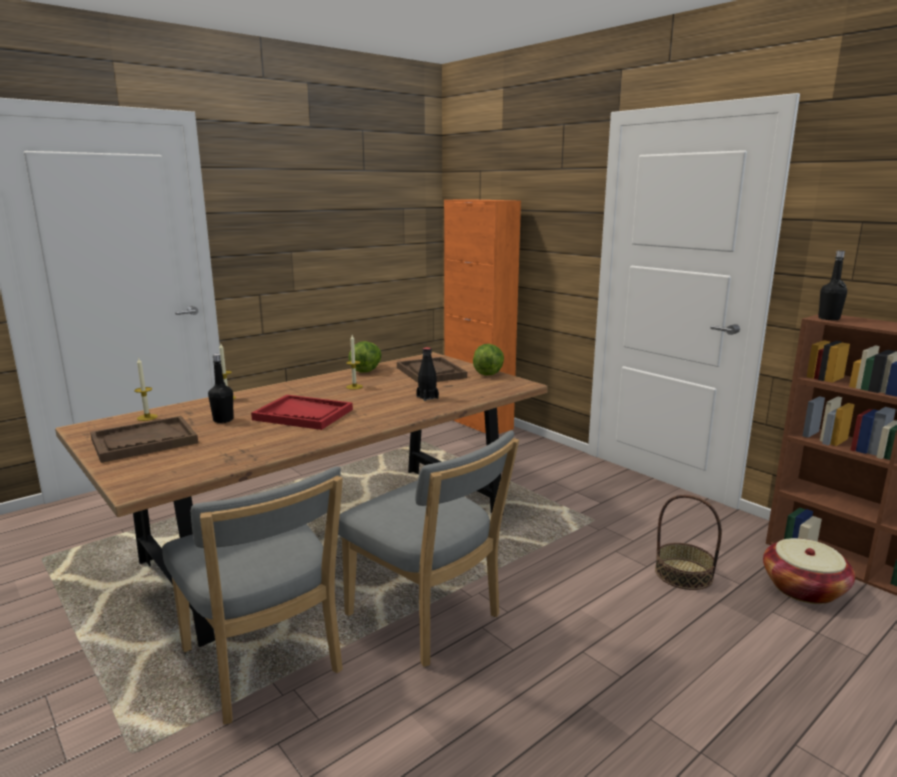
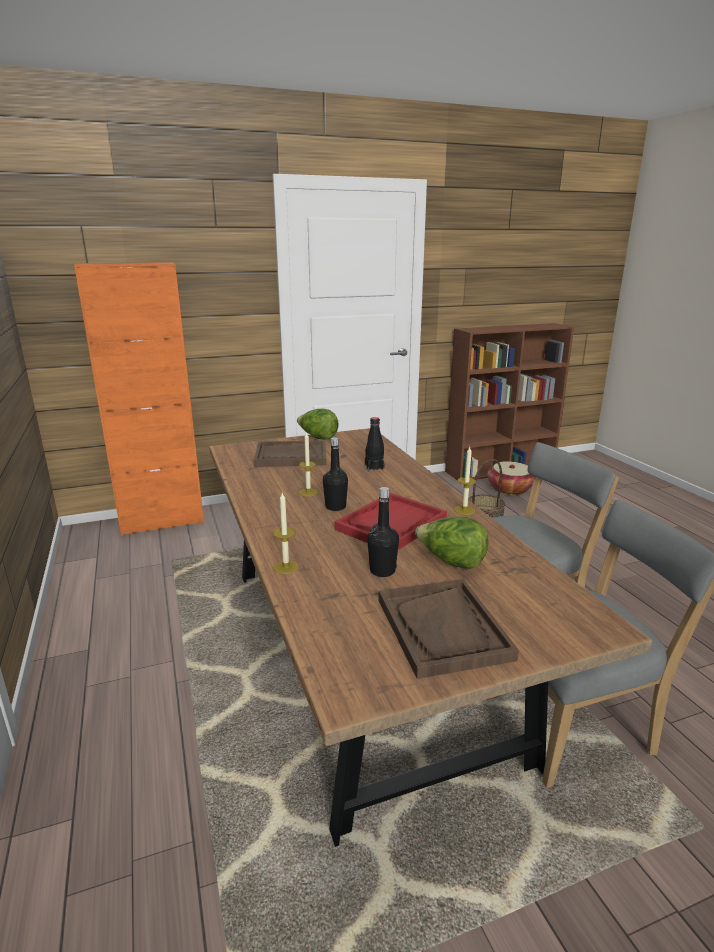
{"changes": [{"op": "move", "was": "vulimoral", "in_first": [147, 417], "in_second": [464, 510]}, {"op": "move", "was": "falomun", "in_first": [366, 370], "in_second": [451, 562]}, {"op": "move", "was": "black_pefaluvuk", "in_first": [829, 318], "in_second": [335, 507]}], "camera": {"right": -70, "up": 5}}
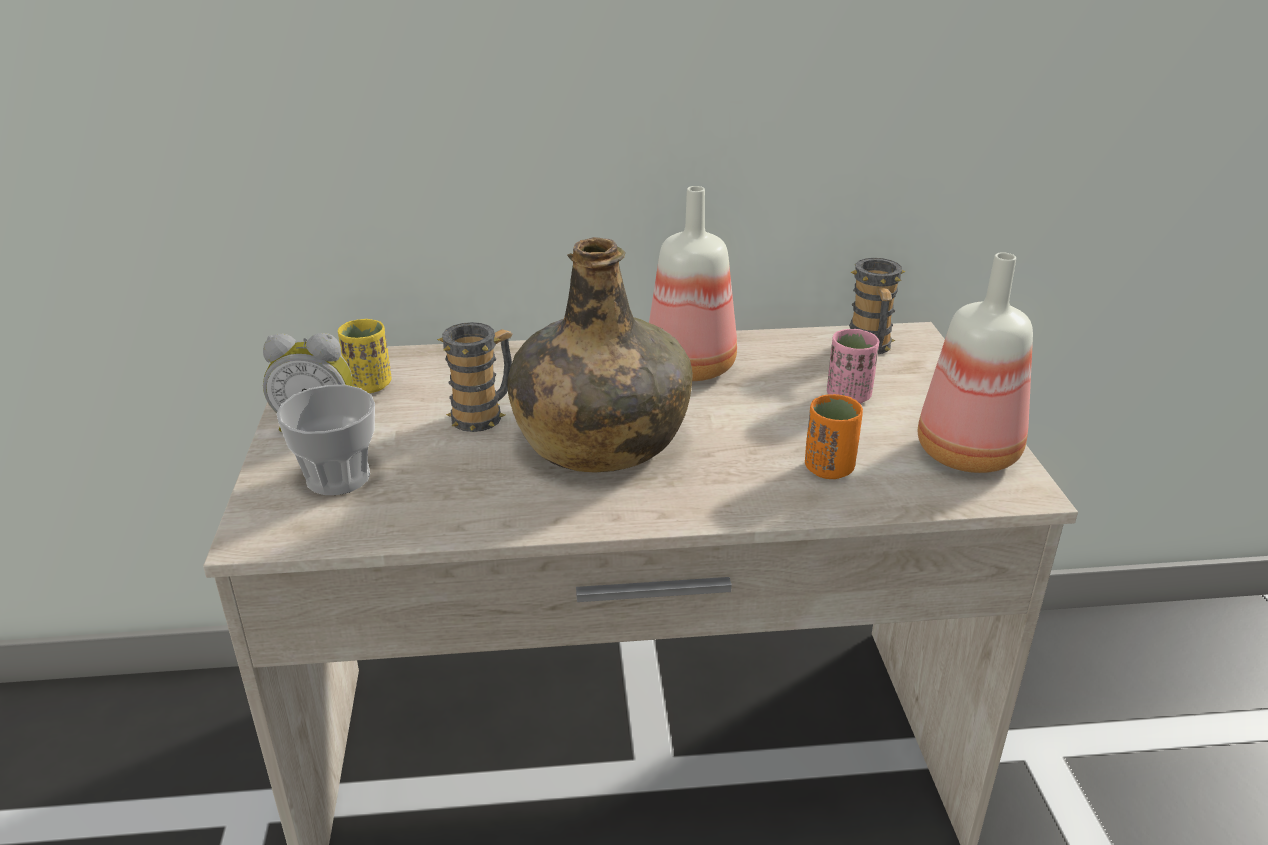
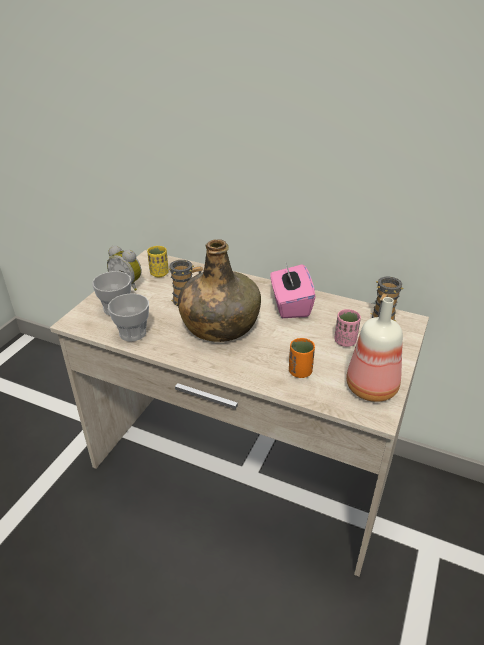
{"changes": [{"op": "insert", "now": "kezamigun", "in_second": [132, 333]}, {"op": "replace", "was": "pefaluvuk", "now": "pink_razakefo", "in_first": [693, 367], "in_second": [290, 305]}], "camera": {"right": 30, "up": 5}}
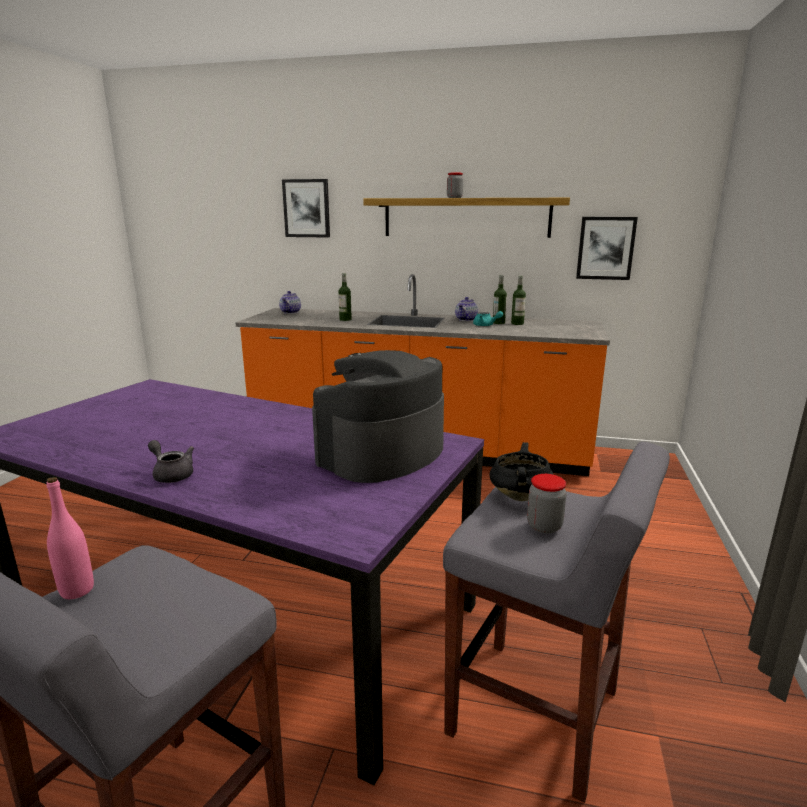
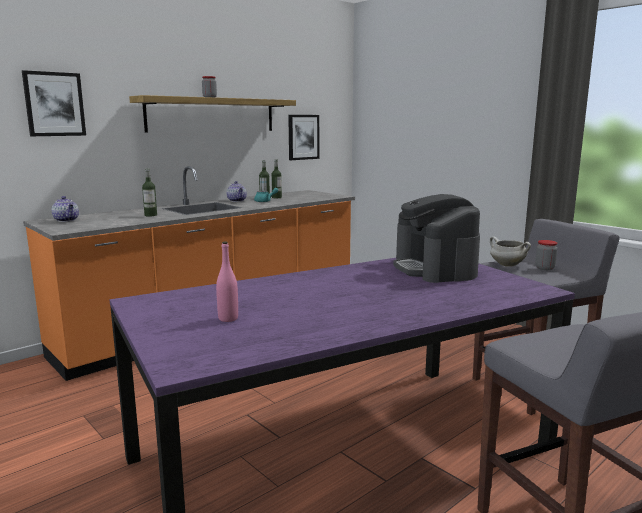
{"changes": [{"op": "delete", "was": "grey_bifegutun", "in_first": [171, 474]}, {"op": "move", "was": "pink_pefaluvuk", "in_first": [77, 590], "in_second": [228, 318]}, {"op": "recolor", "was": "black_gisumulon", "now": "white_gisumulon", "in_first": [519, 496], "in_second": [506, 265]}], "camera": {"right": -55, "up": -5}}
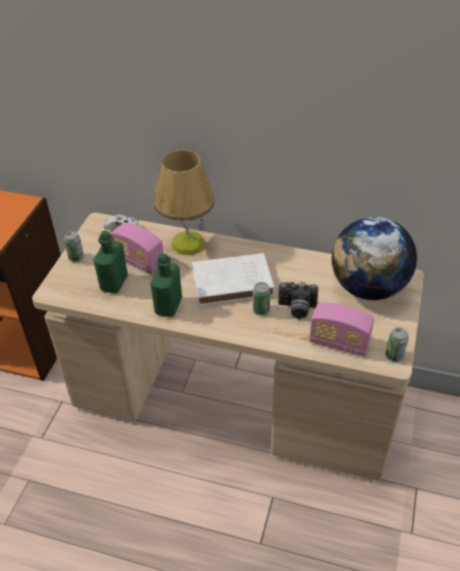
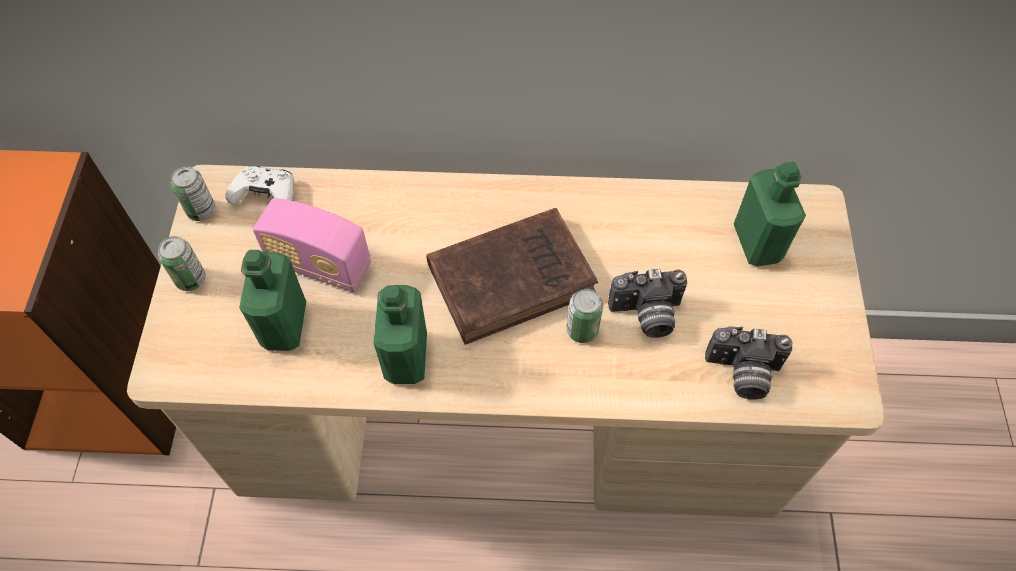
{"changes": [{"op": "delete", "was": "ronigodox", "in_first": [187, 243]}, {"op": "move", "was": "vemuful", "in_first": [394, 356], "in_second": [201, 210]}, {"op": "replace", "was": "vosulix", "now": "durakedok", "in_first": [339, 343], "in_second": [742, 374]}, {"op": "replace", "was": "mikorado", "now": "green_pefaluvuk", "in_first": [367, 288], "in_second": [757, 243]}, {"op": "recolor", "was": "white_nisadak", "now": "brown_nisadak", "in_first": [234, 282], "in_second": [515, 278]}], "camera": {"right": -15, "up": 15}}
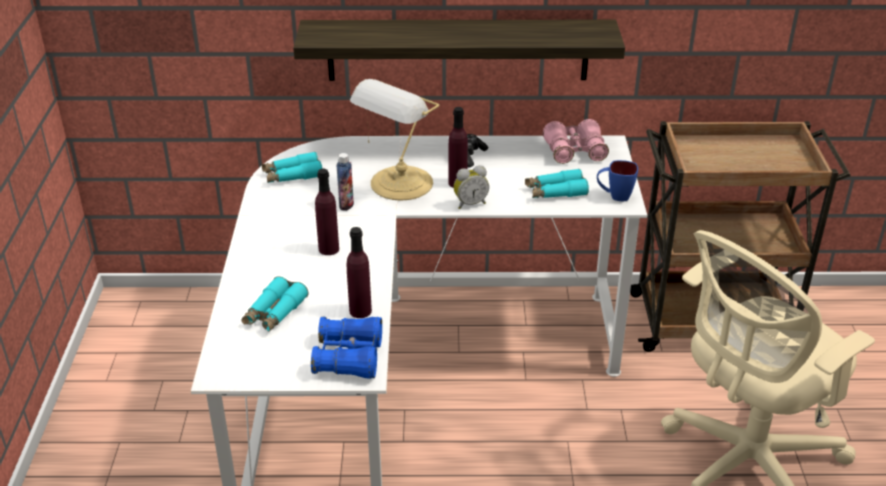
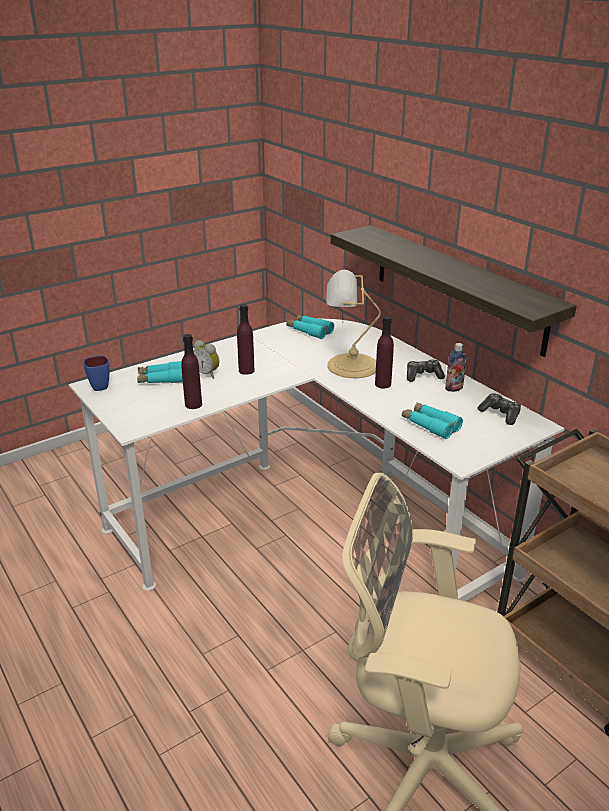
{"changes": [{"op": "delete", "was": "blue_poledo", "in_first": [349, 357]}, {"op": "move", "was": "pefaluvuk", "in_first": [346, 205], "in_second": [454, 388]}, {"op": "move", "was": "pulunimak", "in_first": [470, 203], "in_second": [207, 374]}, {"op": "move", "was": "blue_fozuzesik", "in_first": [614, 196], "in_second": [99, 385]}, {"op": "replace", "was": "pink_poledo", "now": "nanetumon", "in_first": [575, 151], "in_second": [500, 414]}], "camera": {"right": 55, "up": -5}}
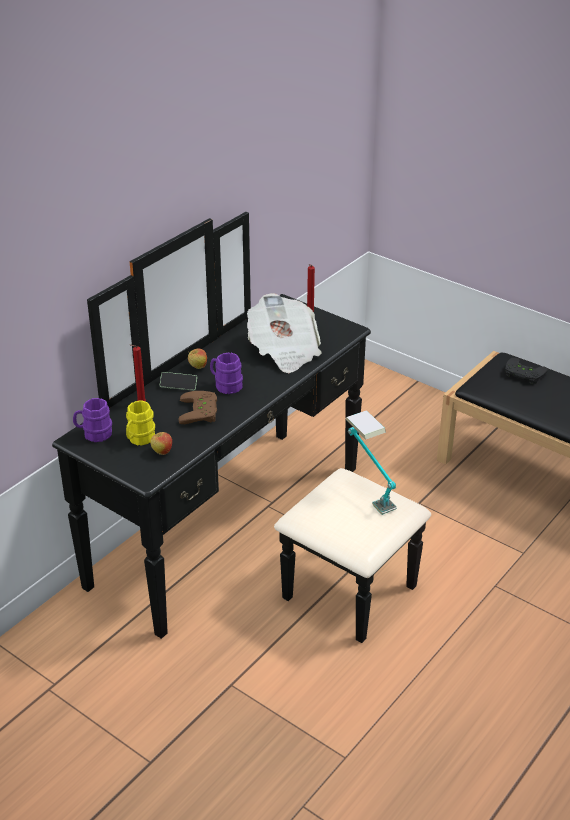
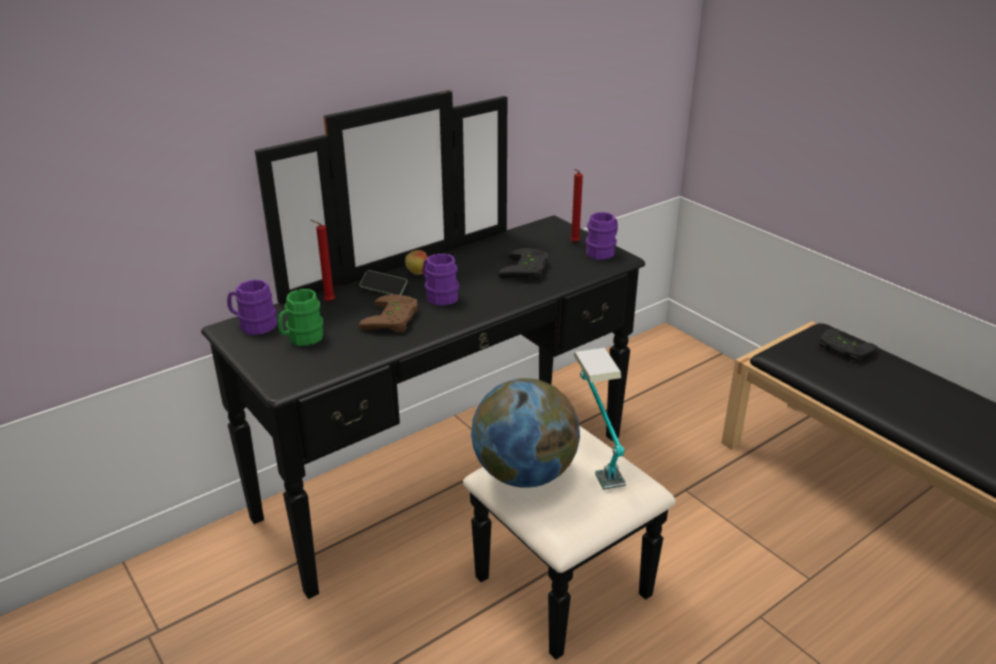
{"changes": [{"op": "delete", "was": "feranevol", "in_first": [162, 452]}, {"op": "insert", "now": "mikorado", "in_second": [524, 474]}, {"op": "insert", "now": "purple_fozuzesik", "in_second": [603, 251]}, {"op": "replace", "was": "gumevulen", "now": "black_nanetumon", "in_first": [284, 351], "in_second": [528, 270]}, {"op": "recolor", "was": "yellow_fozuzesik", "now": "green_fozuzesik", "in_first": [139, 439], "in_second": [302, 338]}], "camera": {"right": 15, "up": -5}}
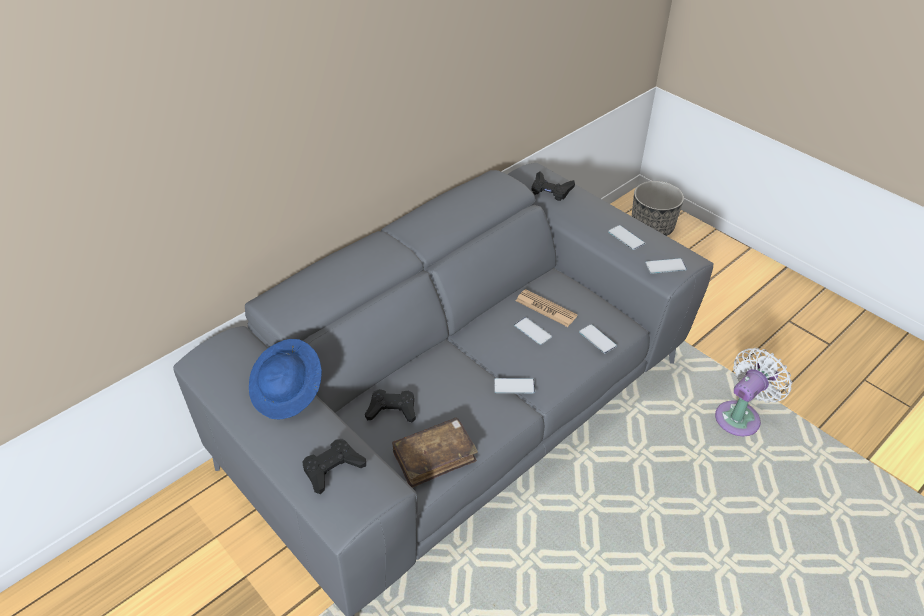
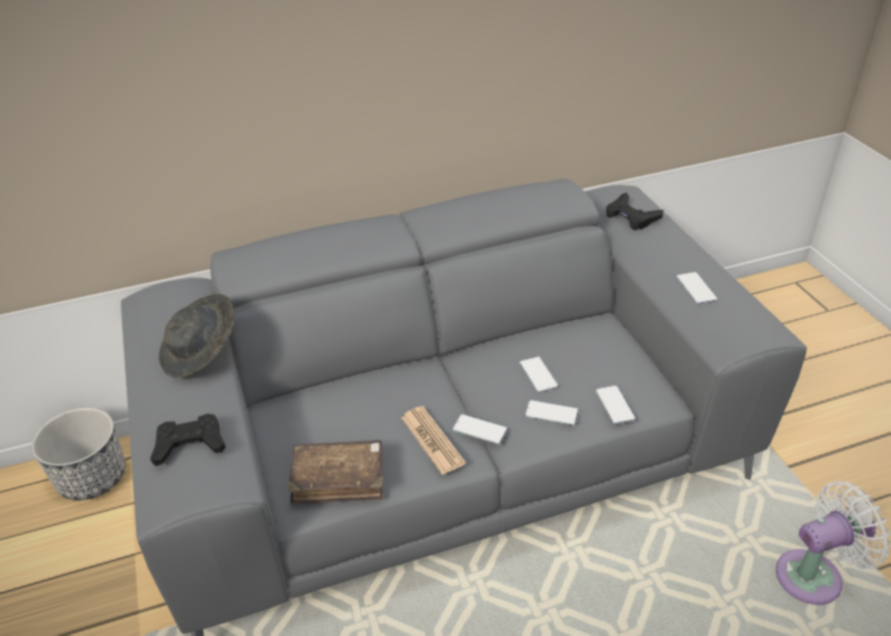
{"changes": [{"op": "delete", "was": "black_nanetumon", "in_first": [392, 409]}, {"op": "move", "was": "gumevulen", "in_first": [546, 308], "in_second": [432, 440]}, {"op": "move", "was": "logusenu", "in_first": [651, 227], "in_second": [93, 477]}, {"op": "move", "was": "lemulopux", "in_first": [665, 266], "in_second": [552, 413]}, {"op": "recolor", "was": "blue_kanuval", "now": "grey_kanuval", "in_first": [288, 392], "in_second": [202, 353]}], "camera": {"right": 25, "up": -5}}
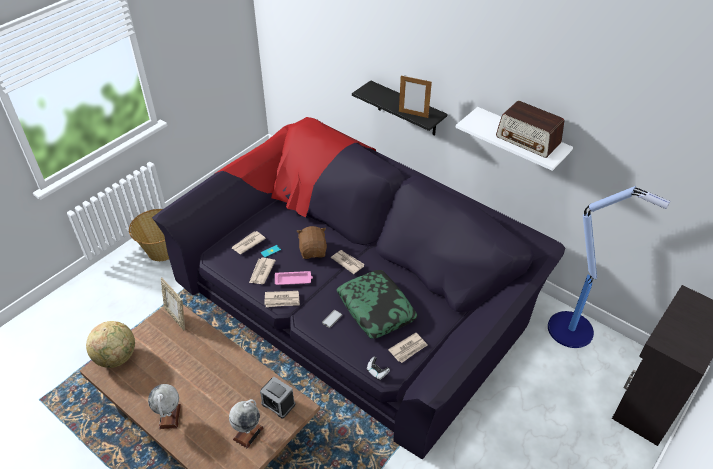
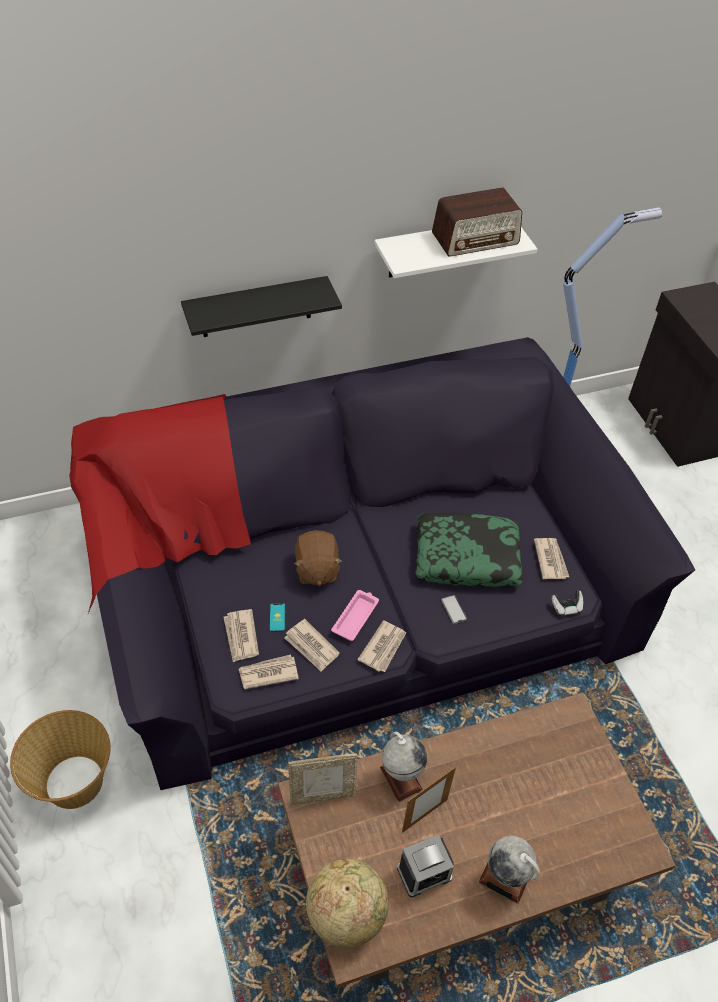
{"changes": [{"op": "move", "was": "mikorado", "in_first": [248, 433], "in_second": [400, 778]}, {"op": "move", "was": "pulunimak", "in_first": [278, 404], "in_second": [424, 873]}, {"op": "move", "was": "gumevulen", "in_first": [347, 262], "in_second": [268, 673]}, {"op": "move", "was": "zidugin", "in_first": [413, 114], "in_second": [424, 815]}, {"op": "rotate", "was": "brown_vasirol", "in_first": [313, 251], "in_second": [316, 569], "clockwise": -120}], "camera": {"right": -60, "up": 5}}
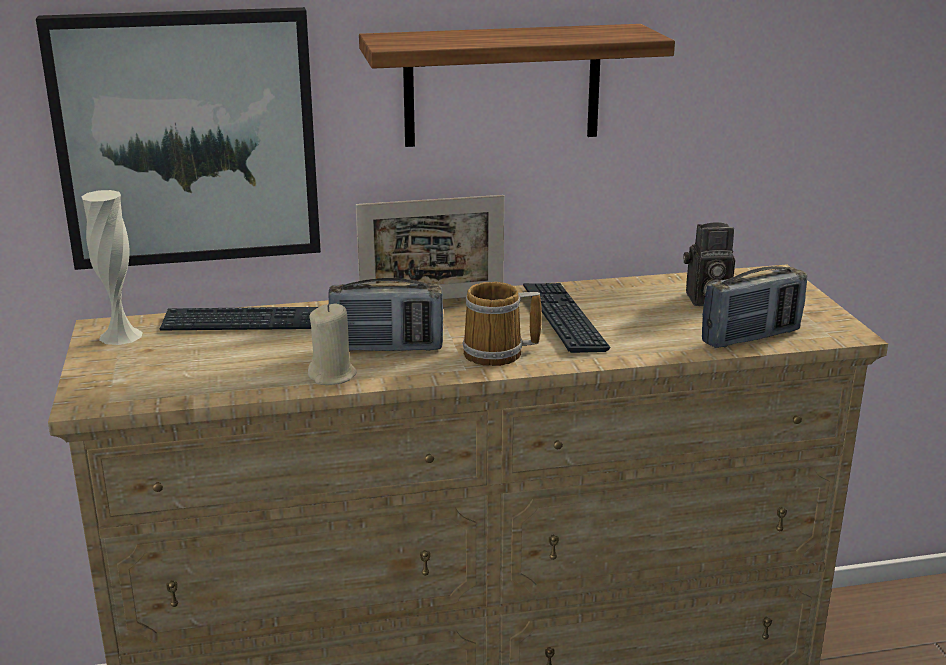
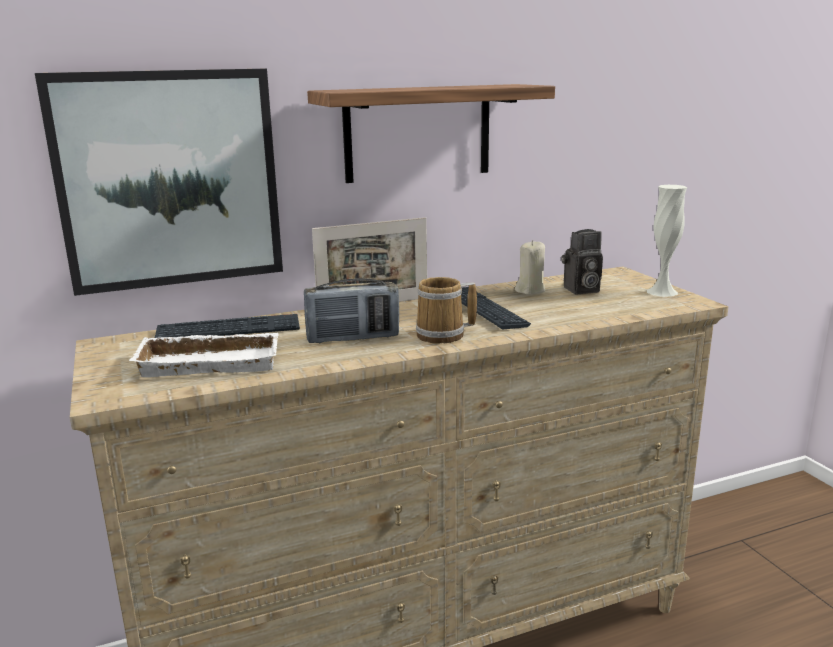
{"changes": [{"op": "delete", "was": "vosulix", "in_first": [751, 337]}, {"op": "insert", "now": "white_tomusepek", "in_second": [212, 361]}, {"op": "move", "was": "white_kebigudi", "in_first": [121, 336], "in_second": [662, 292]}, {"op": "move", "was": "beige_vulimoral", "in_first": [333, 376], "in_second": [530, 290]}], "camera": {"right": -10, "up": -5}}
